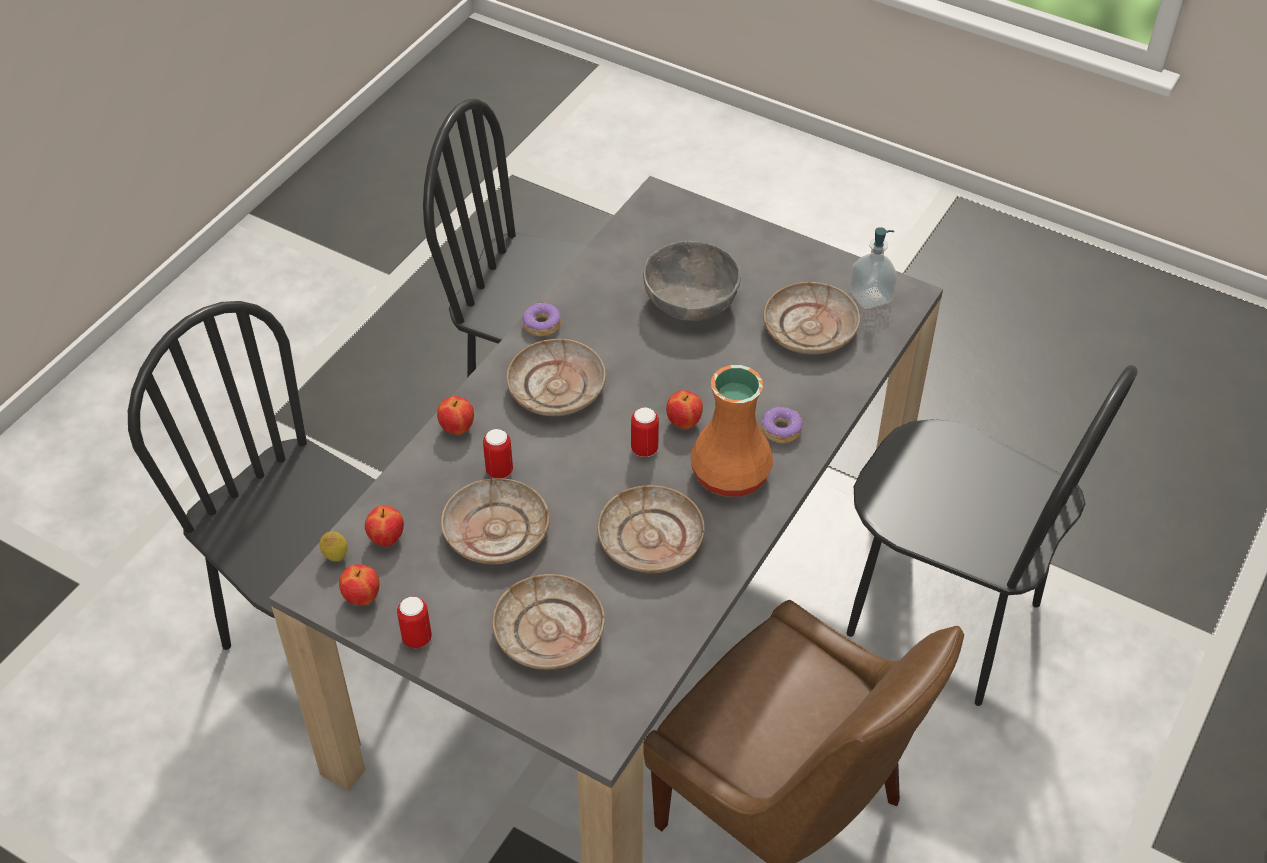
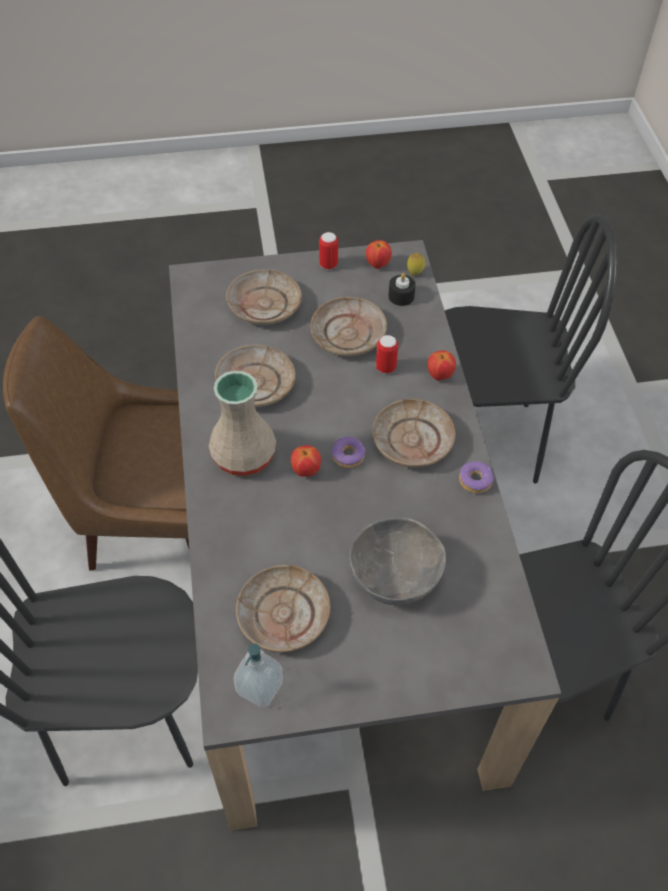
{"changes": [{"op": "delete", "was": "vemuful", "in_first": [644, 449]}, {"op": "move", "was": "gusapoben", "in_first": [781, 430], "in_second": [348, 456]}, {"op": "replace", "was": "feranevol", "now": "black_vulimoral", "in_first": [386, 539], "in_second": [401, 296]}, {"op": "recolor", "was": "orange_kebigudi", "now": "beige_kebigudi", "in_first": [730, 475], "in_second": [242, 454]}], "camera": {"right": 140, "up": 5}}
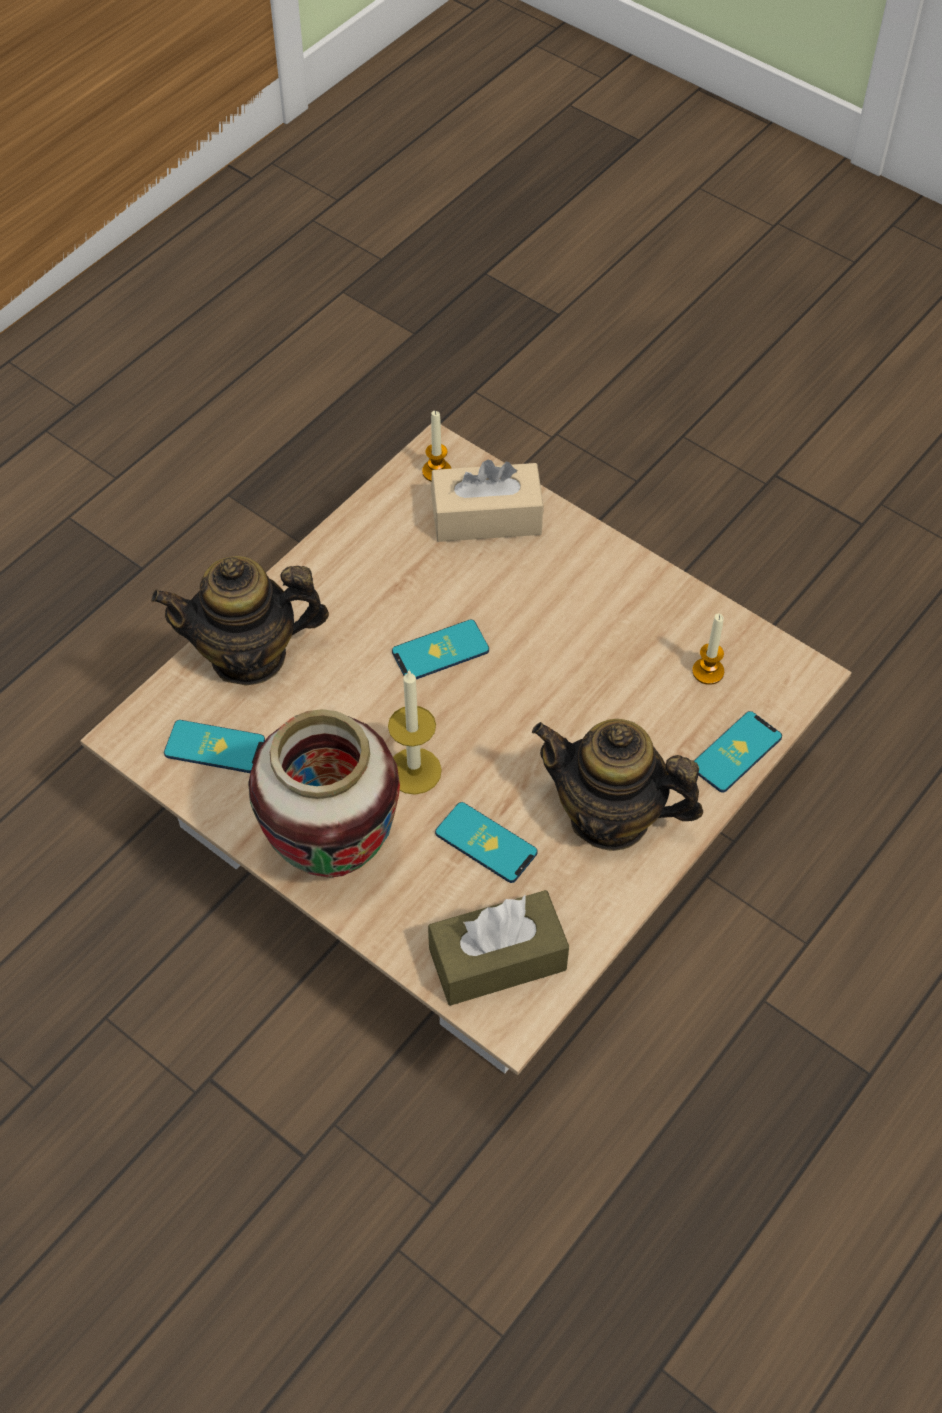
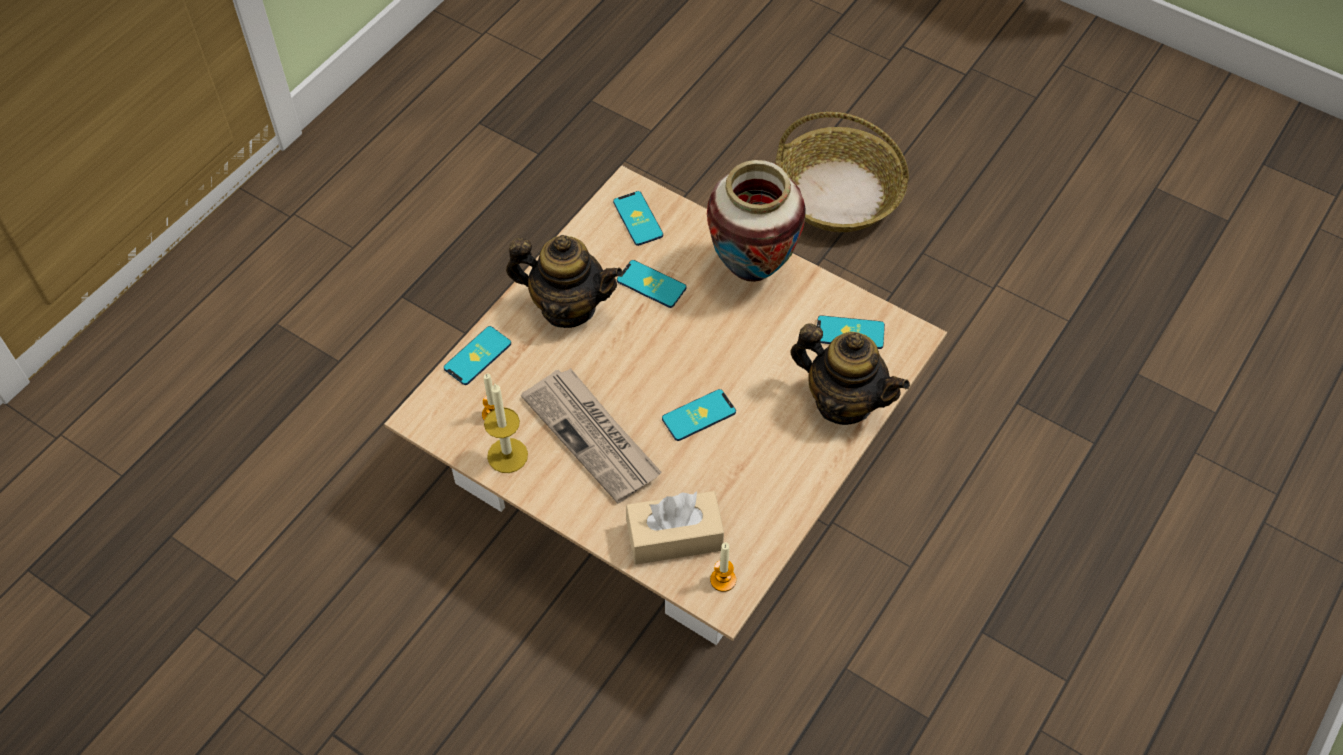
{"changes": [{"op": "insert", "now": "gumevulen", "in_second": [593, 436]}, {"op": "insert", "now": "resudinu", "in_second": [839, 194]}, {"op": "move", "was": "vulimoral", "in_first": [414, 771], "in_second": [507, 455]}, {"op": "replace", "was": "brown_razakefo", "now": "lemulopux", "in_first": [497, 959], "in_second": [638, 219]}, {"op": "rotate", "was": "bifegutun", "in_first": [249, 655], "in_second": [843, 401], "clockwise": 45}], "camera": {"right": 175, "up": 0}}
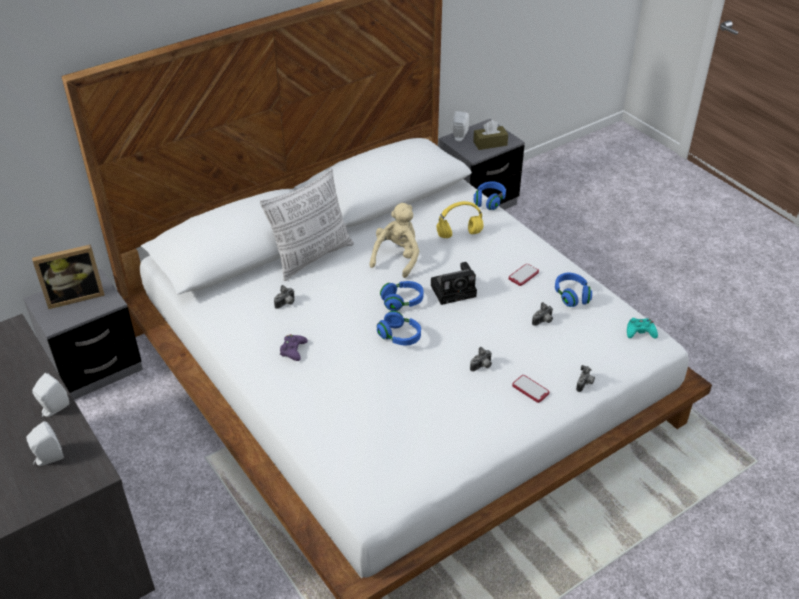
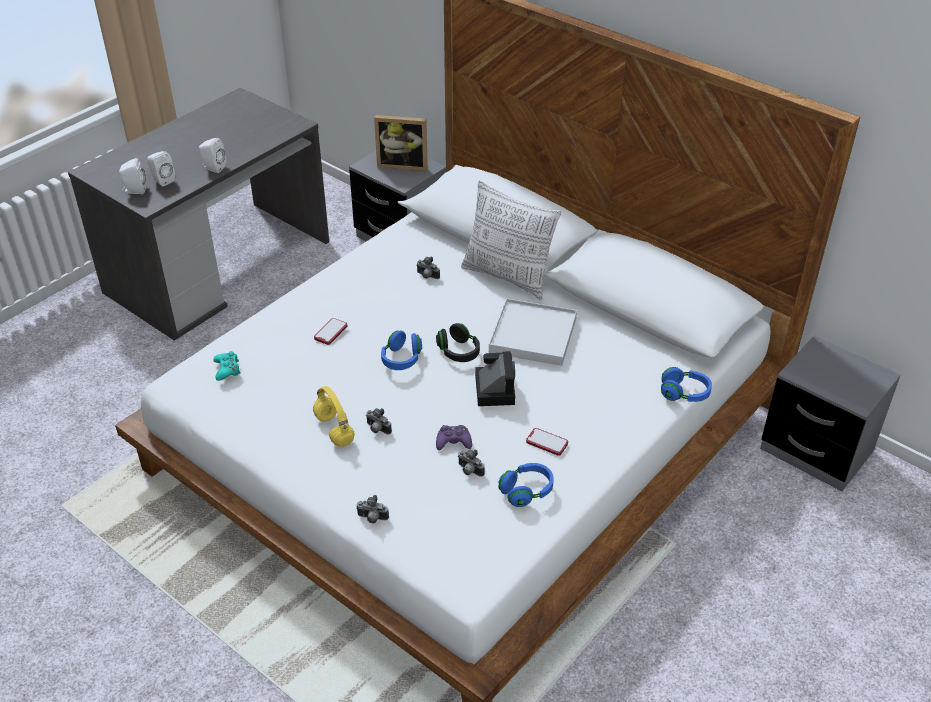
{"changes": [{"op": "delete", "was": "brown_razakefo", "in_first": [490, 143]}, {"op": "move", "was": "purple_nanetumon", "in_first": [293, 350], "in_second": [453, 442]}, {"op": "move", "was": "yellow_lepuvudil", "in_first": [458, 234], "in_second": [333, 429]}, {"op": "move", "was": "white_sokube", "in_first": [459, 137], "in_second": [134, 190]}, {"op": "move", "was": "lemulopux", "in_first": [530, 389], "in_second": [330, 332]}, {"op": "move", "was": "turquoise_nanetumon", "in_first": [640, 332], "in_second": [227, 369]}, {"op": "replace", "was": "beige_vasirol", "now": "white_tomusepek", "in_first": [397, 257], "in_second": [533, 335]}, {"op": "recolor", "was": "blue_lepuvudil", "now": "black_lepuvudil", "in_first": [402, 302], "in_second": [458, 352]}, {"op": "rotate", "was": "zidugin", "in_first": [75, 296], "in_second": [403, 164], "clockwise": -45}, {"op": "rotate", "was": "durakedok", "in_first": [455, 290], "in_second": [494, 388], "clockwise": -150}], "camera": {"right": 75, "up": 0}}
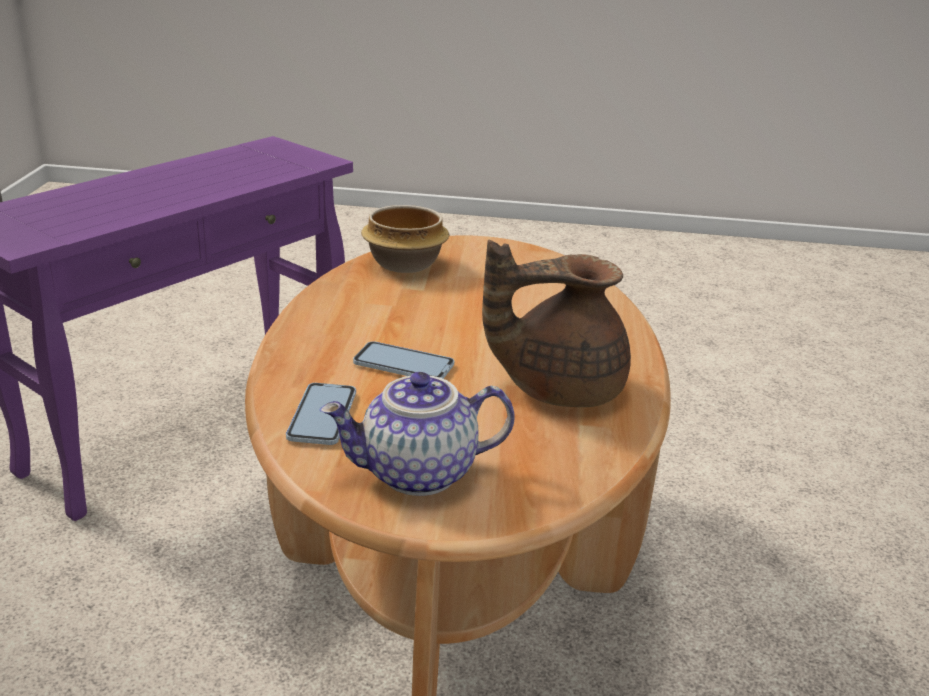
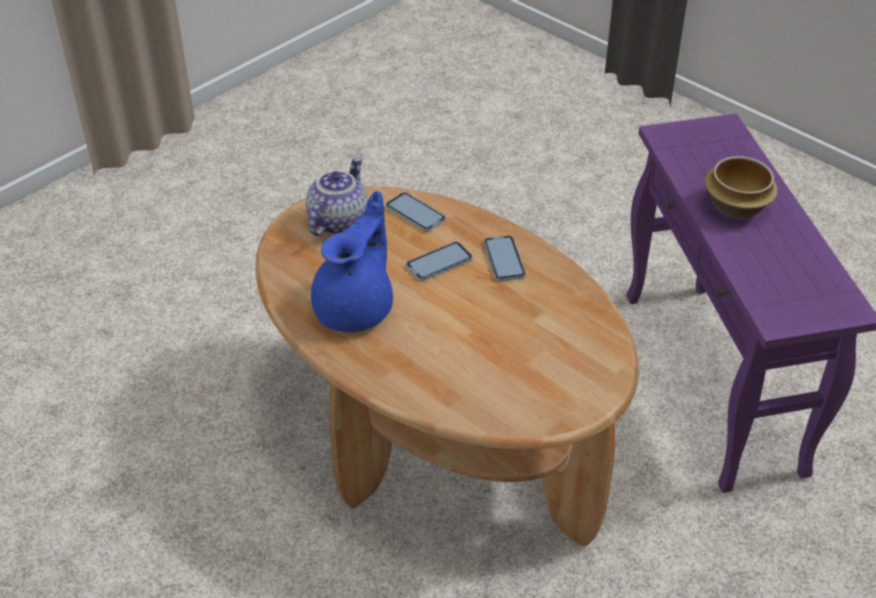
{"changes": [{"op": "insert", "now": "lemulopux", "in_second": [504, 259]}, {"op": "move", "was": "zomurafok", "in_first": [403, 264], "in_second": [735, 205]}, {"op": "recolor", "was": "brown_bifegutun", "now": "blue_bifegutun", "in_first": [557, 387], "in_second": [356, 308]}], "camera": {"right": 130, "up": 15}}
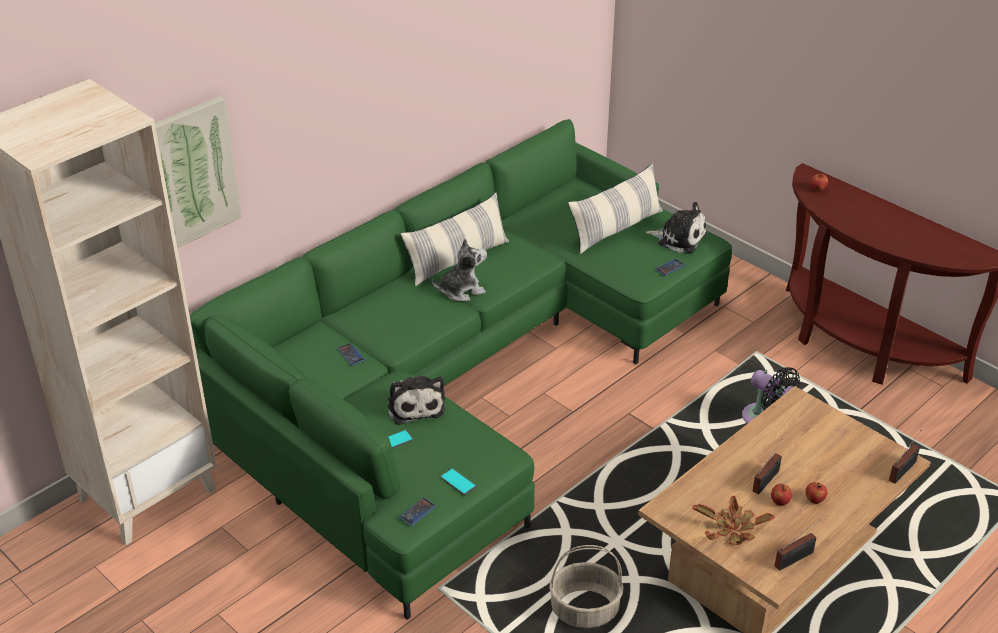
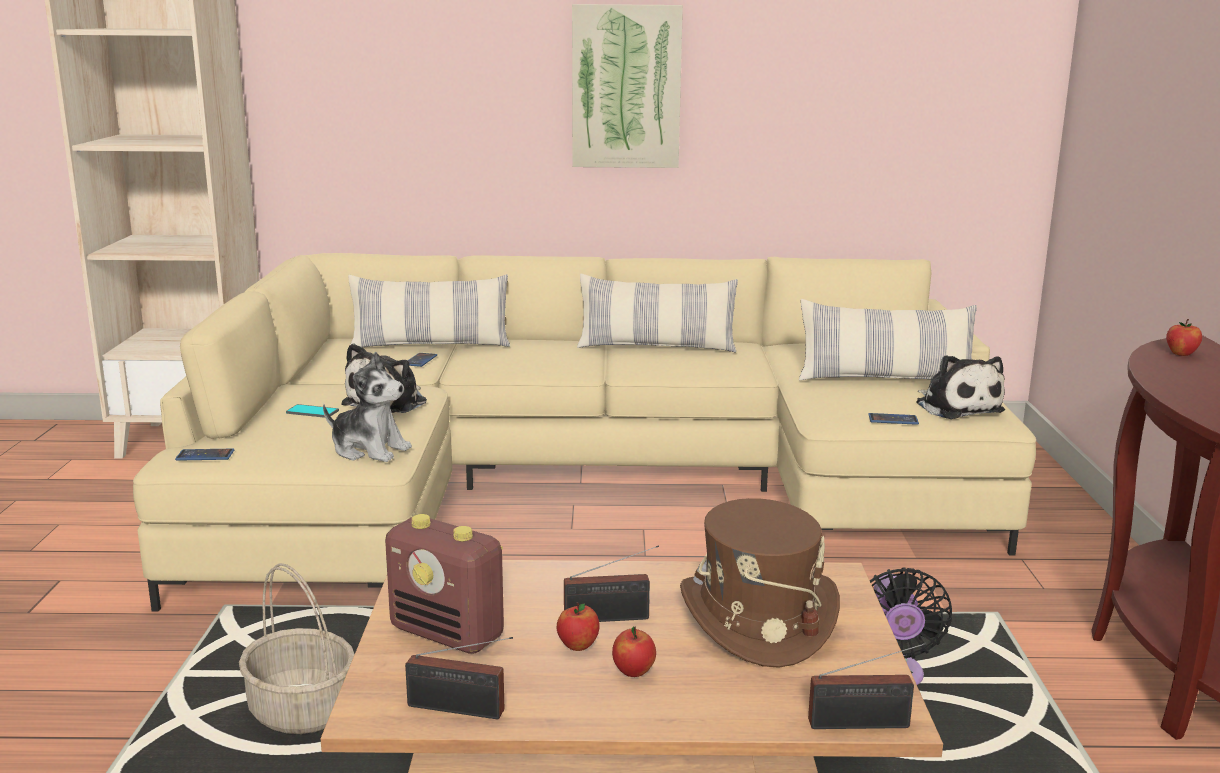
{"changes": [{"op": "delete", "was": "lemulopux", "in_first": [458, 482]}, {"op": "insert", "now": "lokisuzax", "in_second": [430, 345]}, {"op": "insert", "now": "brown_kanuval", "in_second": [756, 620]}, {"op": "move", "was": "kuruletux", "in_first": [189, 174], "in_second": [626, 87]}, {"op": "move", "was": "vasirol", "in_first": [461, 290], "in_second": [369, 450]}, {"op": "replace", "was": "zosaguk", "now": "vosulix", "in_first": [732, 531], "in_second": [448, 634]}, {"op": "recolor", "was": "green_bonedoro", "now": "beige_bonedoro", "in_first": [460, 377], "in_second": [583, 484]}], "camera": {"right": 45, "up": -20}}
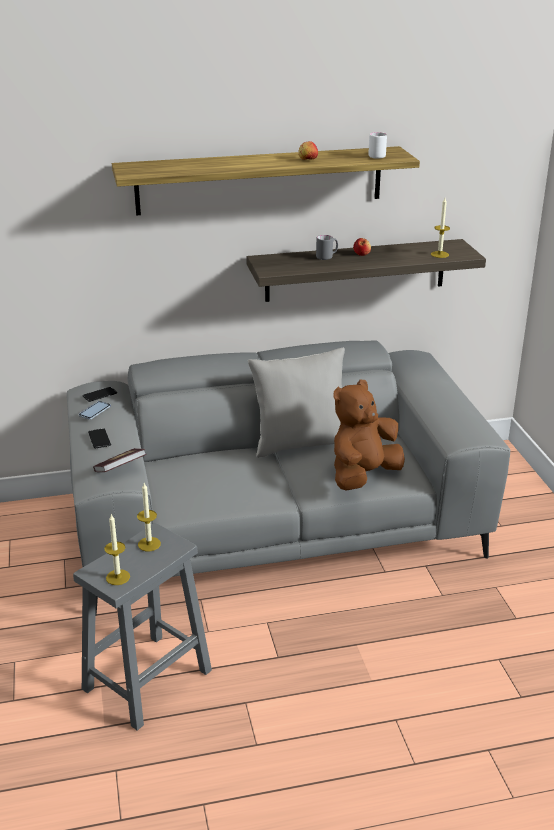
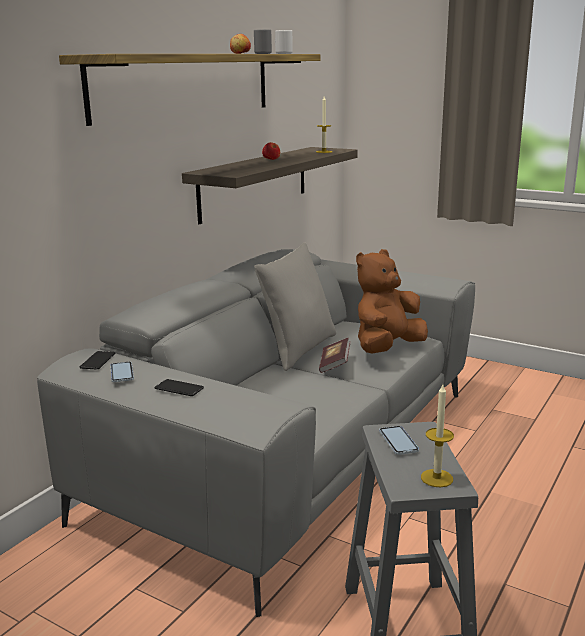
{"changes": [{"op": "move", "was": "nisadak", "in_first": [120, 469], "in_second": [334, 364]}, {"op": "move", "was": "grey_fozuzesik", "in_first": [327, 257], "in_second": [264, 53]}, {"op": "replace", "was": "vulimoral", "now": "lemulopux", "in_first": [149, 544], "in_second": [398, 441]}, {"op": "rotate", "was": "brown_vasirol", "in_first": [363, 476], "in_second": [387, 348], "clockwise": 45}], "camera": {"right": -45, "up": -10}}
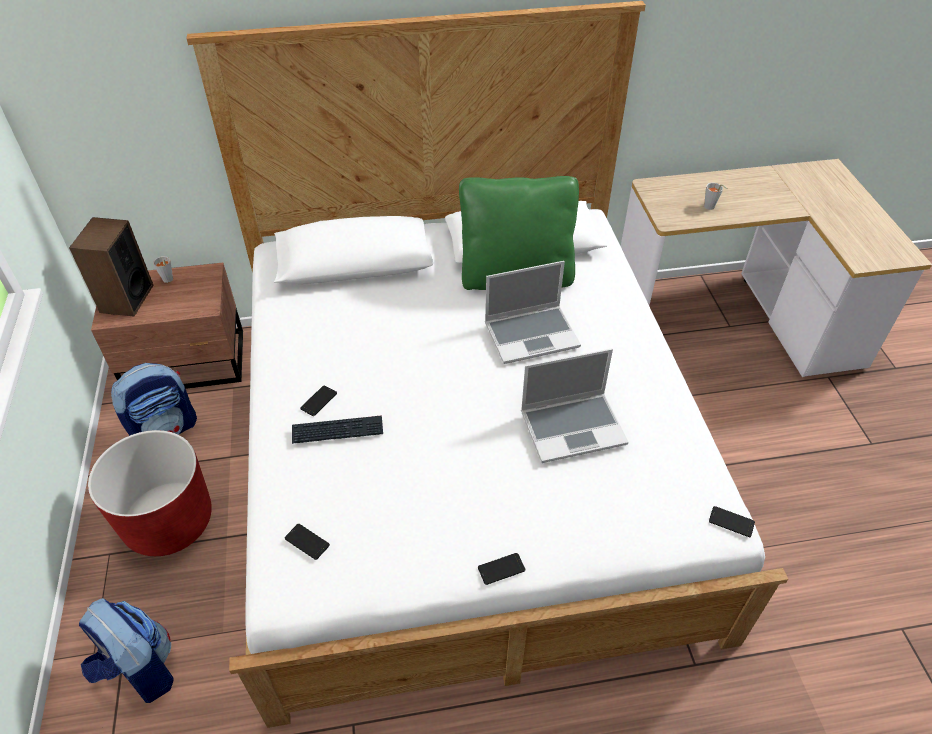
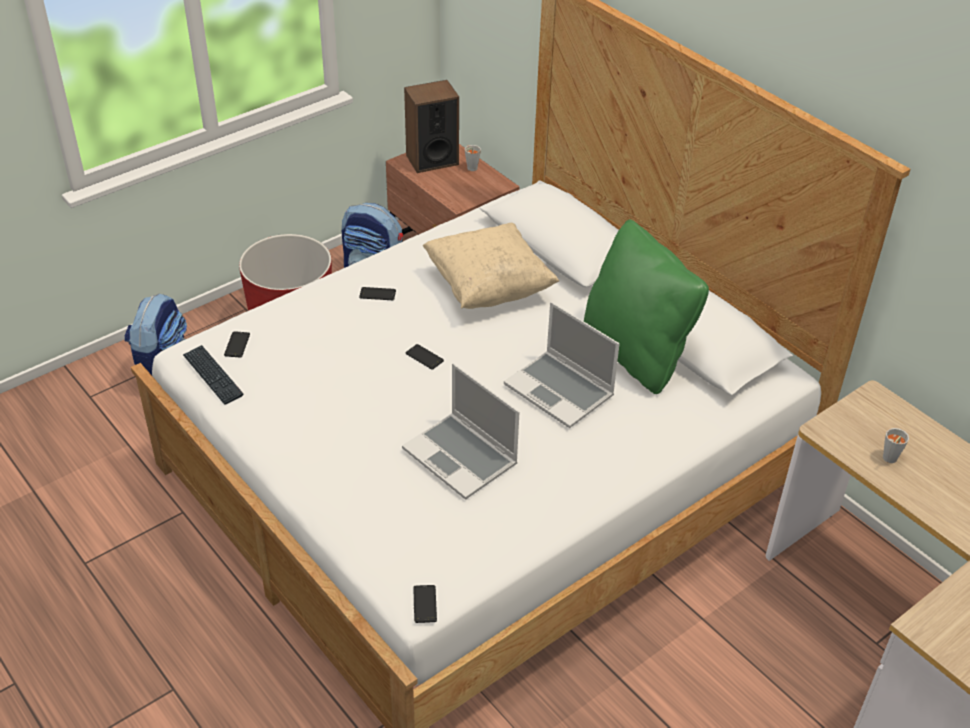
{"changes": [{"op": "insert", "now": "beige_lokisuzax", "in_second": [488, 287]}, {"op": "move", "was": "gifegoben", "in_first": [337, 431], "in_second": [213, 376]}, {"op": "move", "was": "lemulopux", "in_first": [501, 569], "in_second": [424, 357]}], "camera": {"right": 60, "up": -5}}
